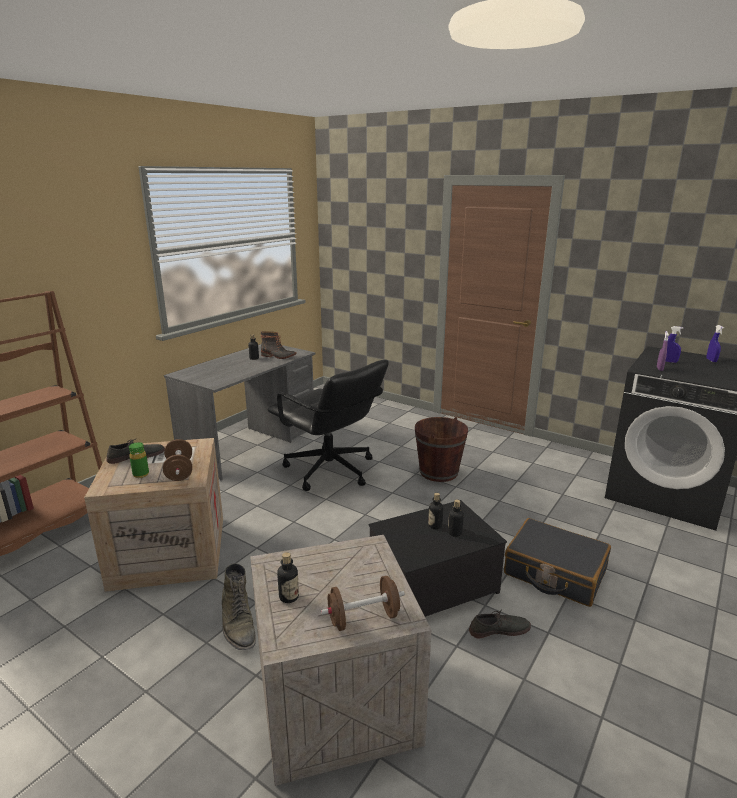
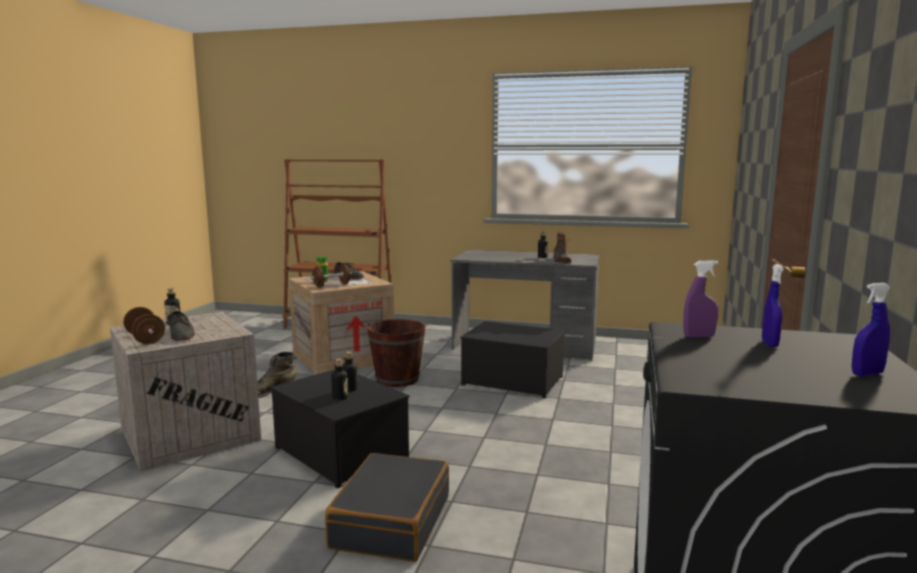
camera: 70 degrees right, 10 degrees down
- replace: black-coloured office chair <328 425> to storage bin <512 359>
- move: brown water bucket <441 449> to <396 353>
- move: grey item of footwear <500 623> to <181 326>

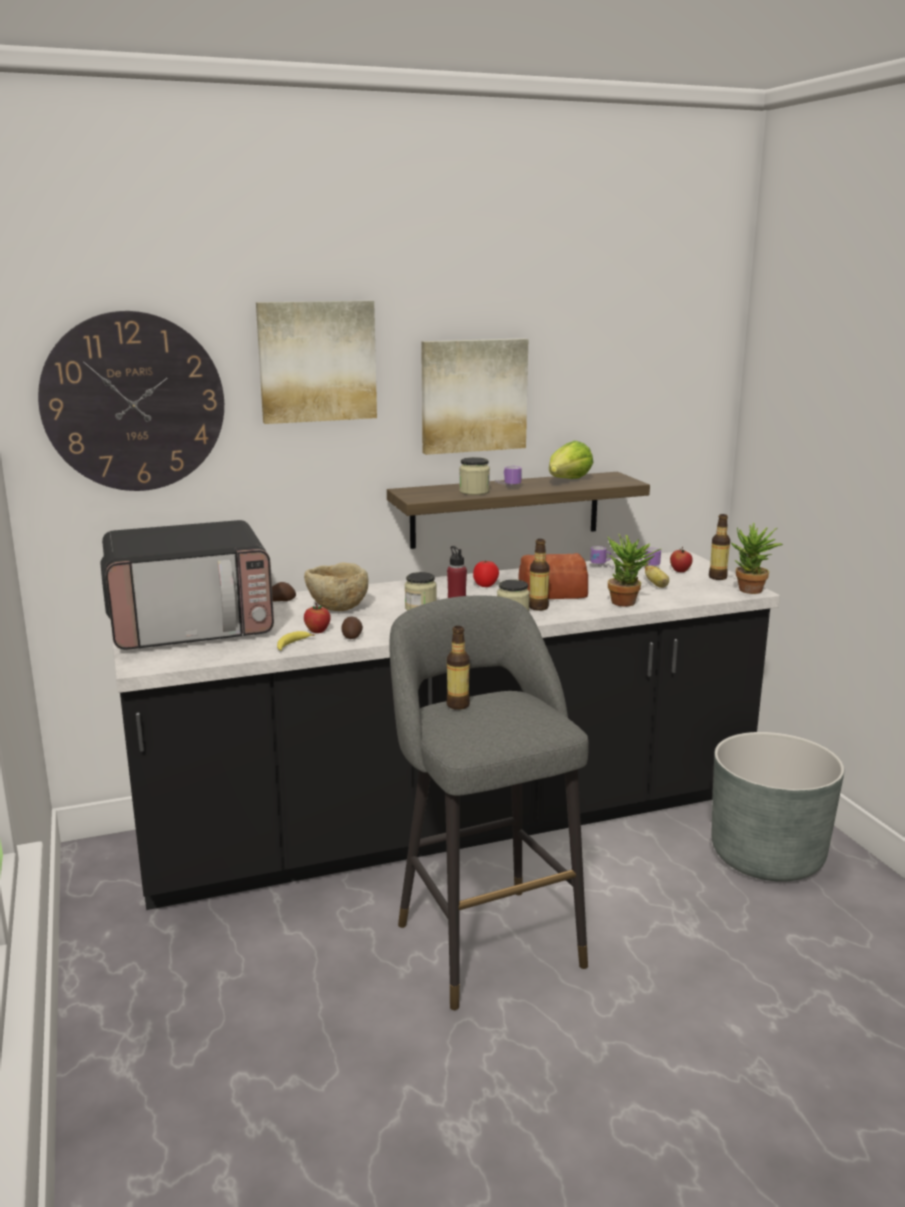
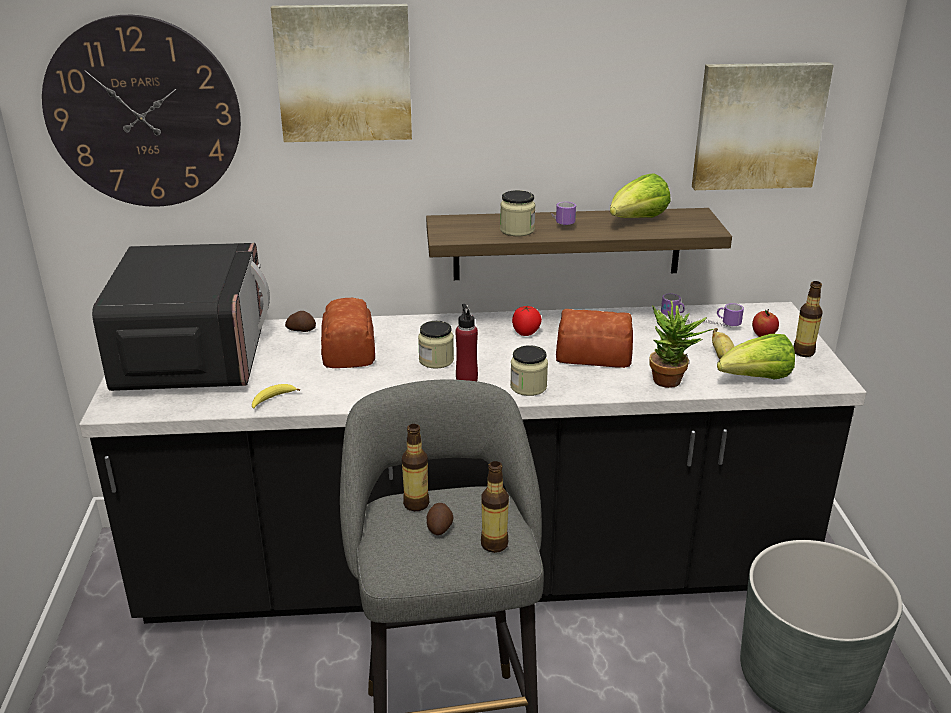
camera: 15 degrees right, 10 degrees up
- move: wall picture <474 396> to <763 126>
- rotate: kitchen microwave <187 585> = <181 317> 90 degrees counterclockwise
- delete: potted plant <757 558>
- move: drink bottle <539 575> to <495 507>
- replace: beige-coloured serving bowl <336 586> to bread <348 333>
- delete: apple <317 618>
- move: spud <352 627> to <440 519>
- insert: lettuce <756 357>

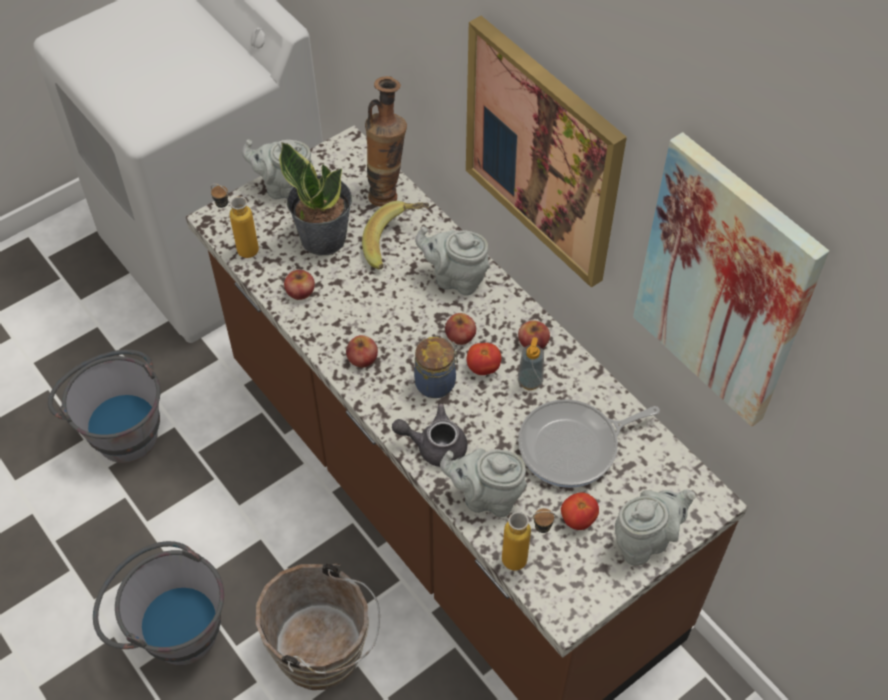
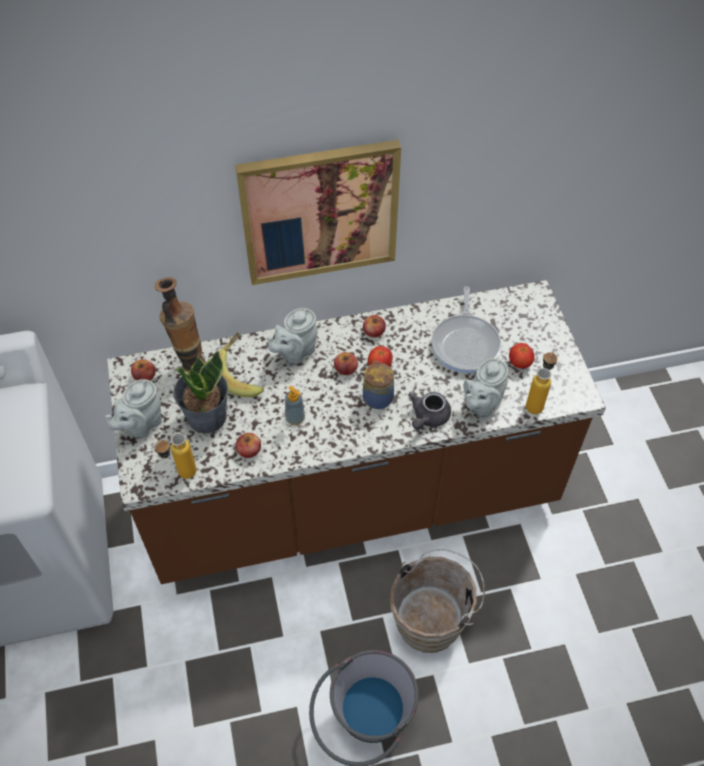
camera: 65 degrees left, 0 degrees up
- delete: wall picture <731 279>
- move: apple <362 351> to <143 370>
- move: liquid soap bottle <531 363> to <295 405>
- delete: grey water bucket <104 406>
- delete: grey teapot <655 528>

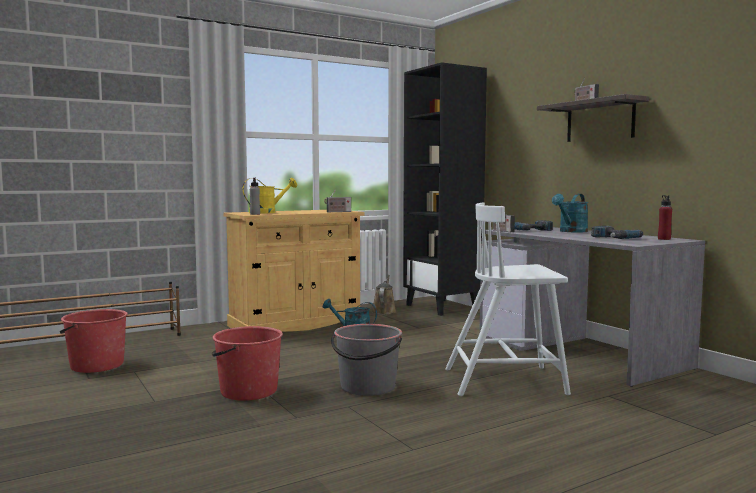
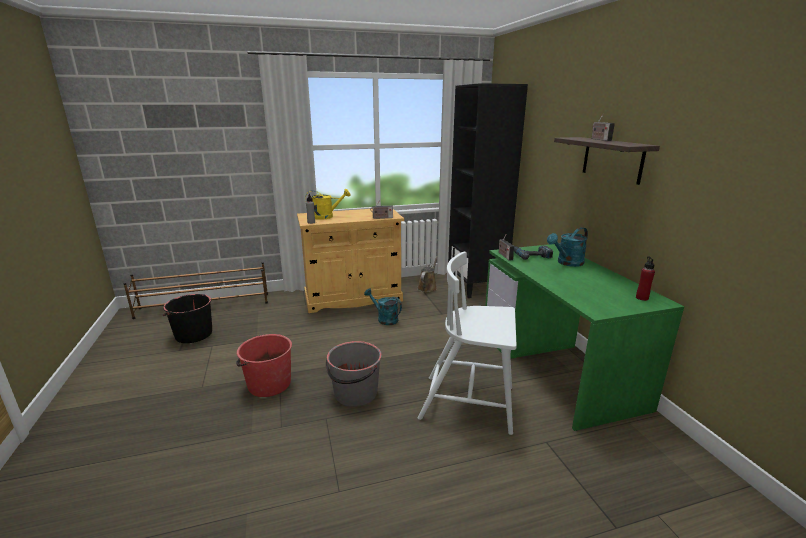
camera: 15 degrees right, 15 degrees up
- delete: drill <617 232>
- recolor: grey desk table <592 307> to greenish desk table <584 337>
- recolor: red-coloured water bucket <94 341> to black-coloured water bucket <187 318>

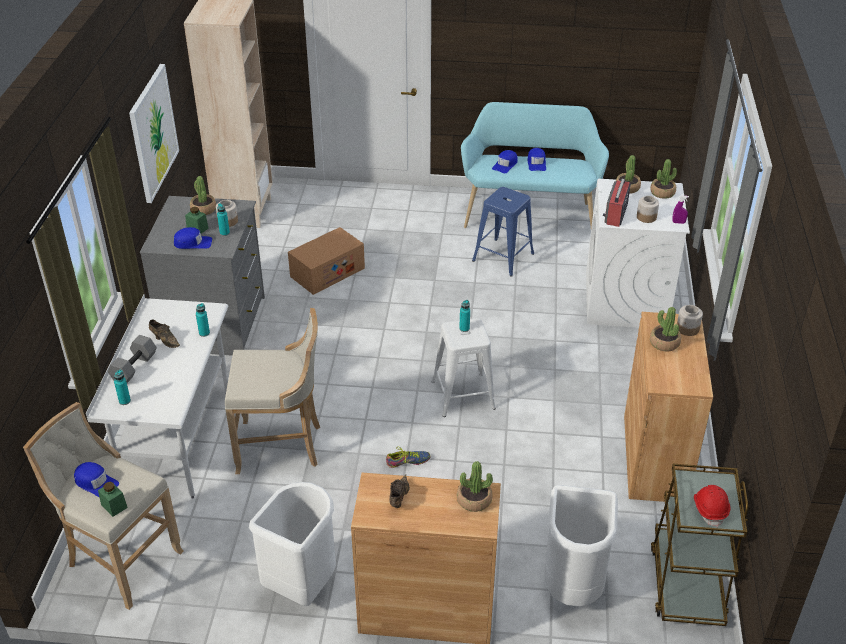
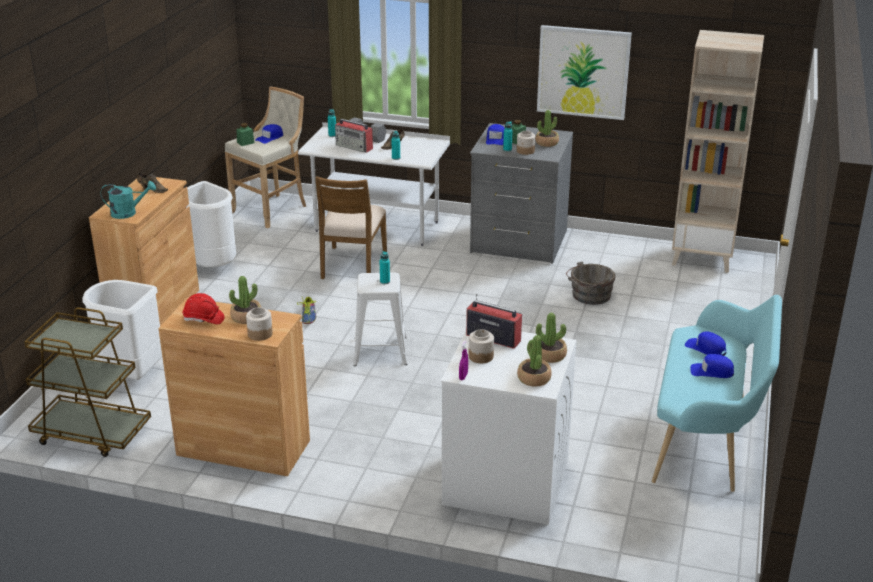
camera: 100 degrees right, 10 degrees down
- delete: bluish sitting stool <503 232>
- replace: carton <326 261> to grey water bucket <591 283>
- replace: beige-coloured sitting stool <272 391> to brown plain chair <351 227>
- replace: potted plant <475 486> to turquoise-coloured watering can <128 200>
- move: red-coloured safety helmet <712 506> to <204 308>
- insert: radio receiver <354 136>

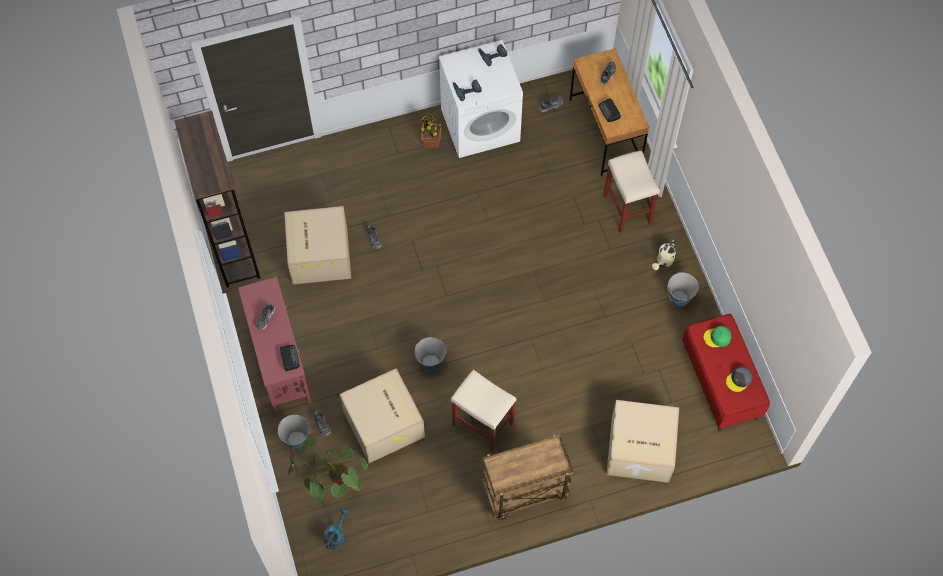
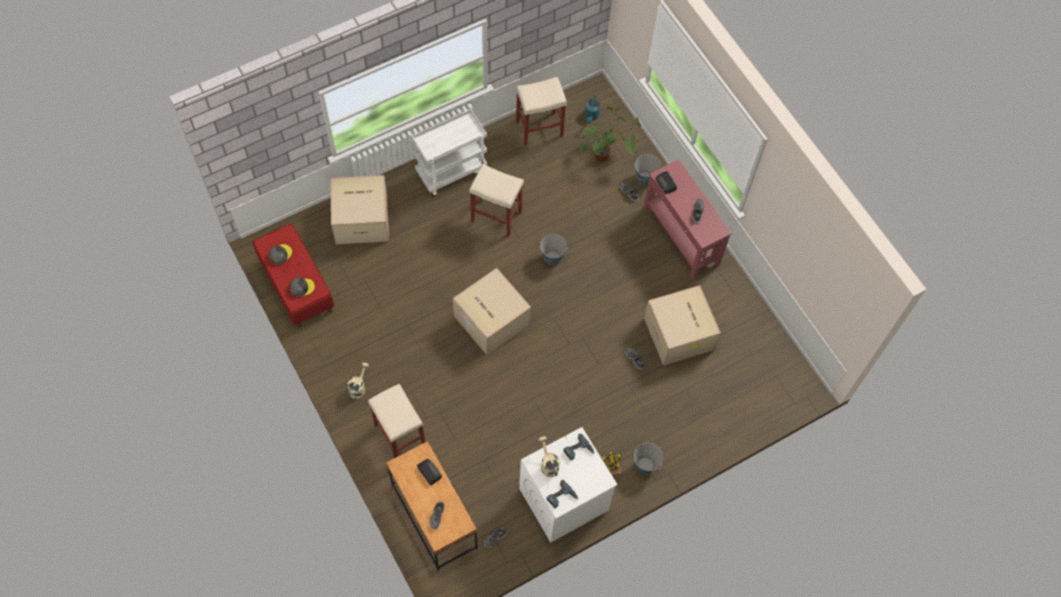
camera: 165 degrees right, 0 degrees up
- delete: brown bookshelf <217 199>
- move: water bucket <682 289> to <649 458>
- recolor: greenish cap <717 337> to grey cap <302 287>
- move: carton <382 415> to <492 311>
- recolor: brown trolley <528 477> to white trolley <449 153>
- insert: beige-coloured sitting stool <541 111>
- insert: beige-coloured watering can <549 456>

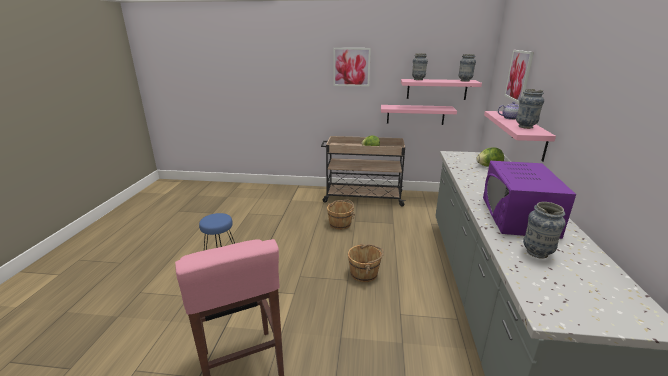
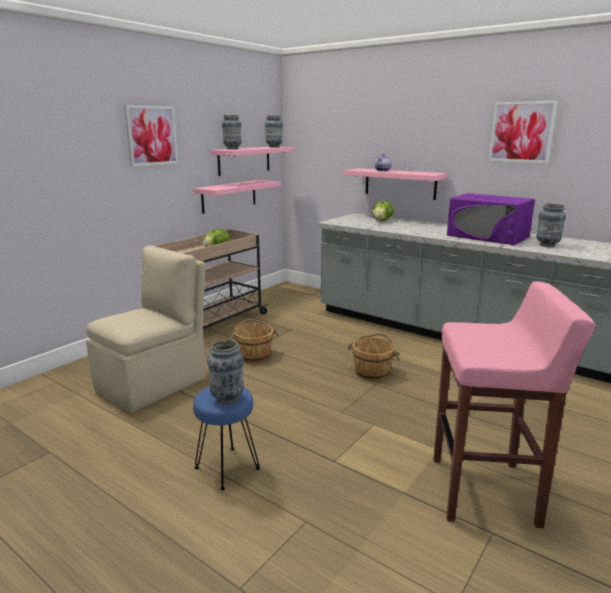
camera: 60 degrees left, 5 degrees down
- move: wall picture <519 76> to <522 132>
- move: vase <530 109> to <225 371>
- insert: beige-coloured plain chair <146 329>

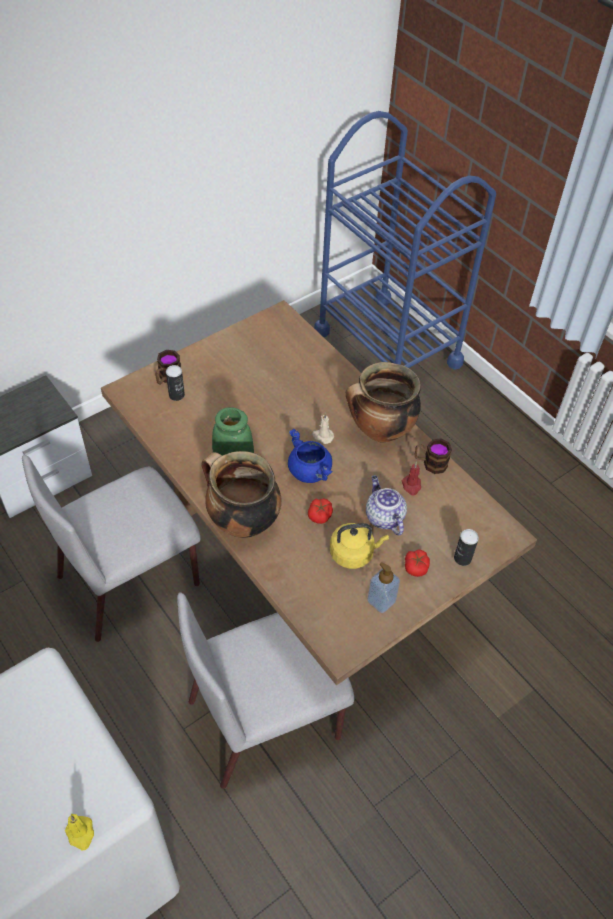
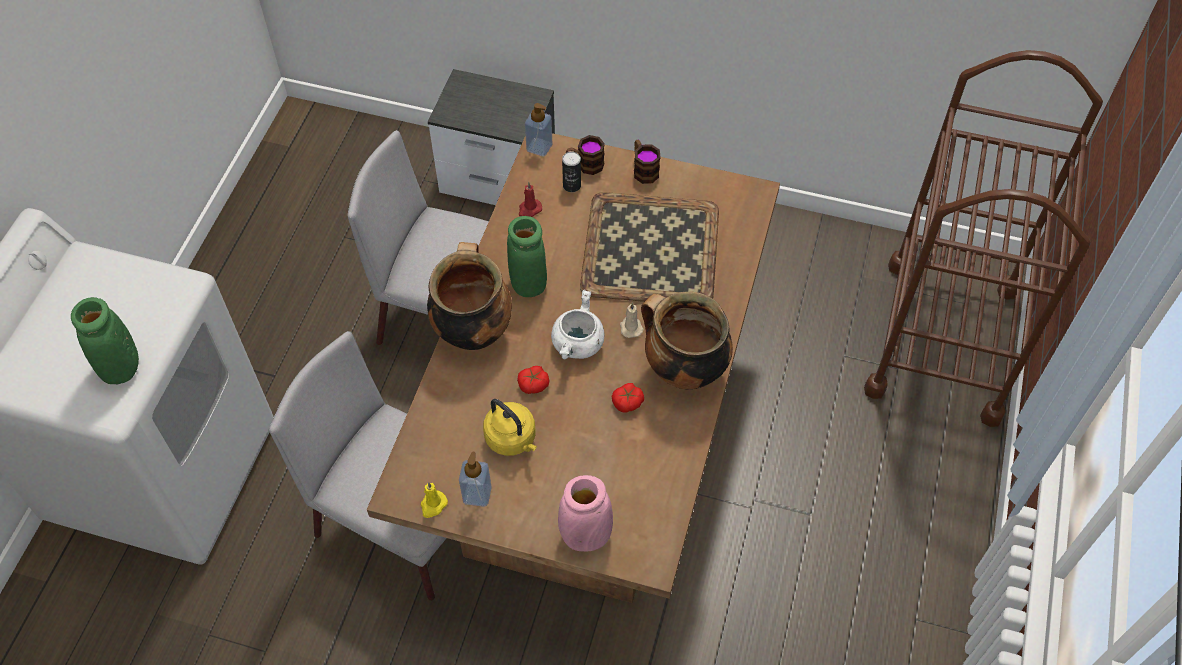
camera: 55 degrees right, 5 degrees up
- recolor: bluish trolley <405 240> to brown trolley <983 238>
- recolor: bluish saucepot <310 456> to white saucepot <577 324>
- move: tea mug <433 456> to <647 162>
- move: red-coloured wax candle <411 479> to <530 199>
- delete: teapot <386 505>
- replace: metal can <466 547> to pinkish vase <585 513>
- move: tomato <417 563> to <628 398>
- move: yellow wax candle <79 832> to <434 500>
- insert: liquid soap bottle <538 130>
- insert: carrying tray <649 247>
- insert: greenish vase <105 340>

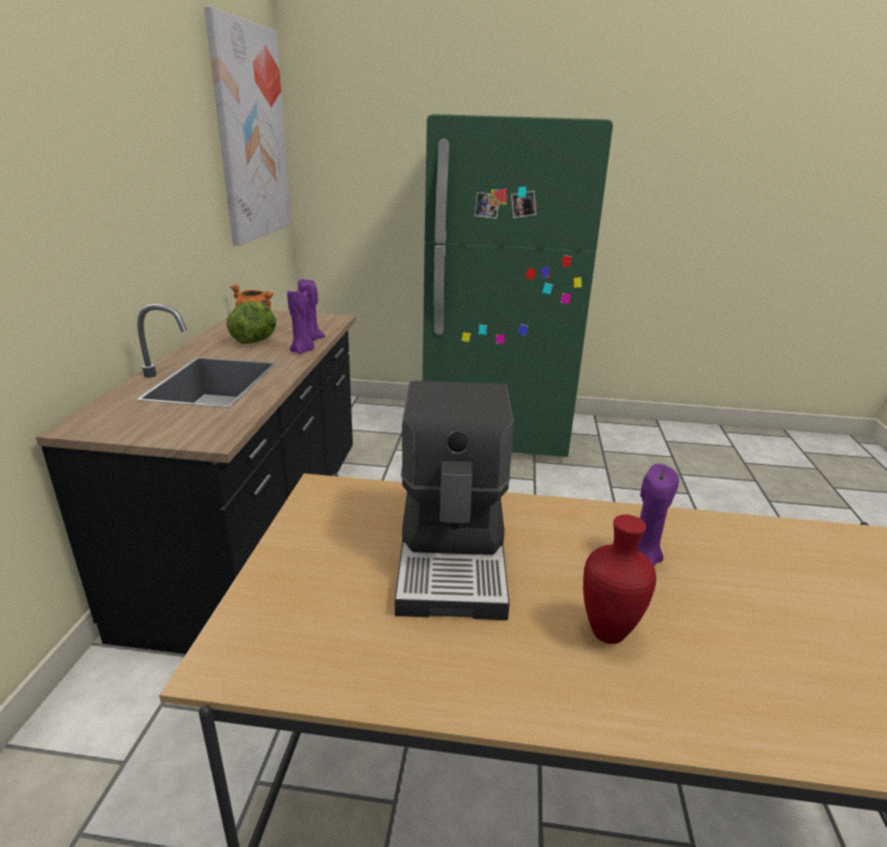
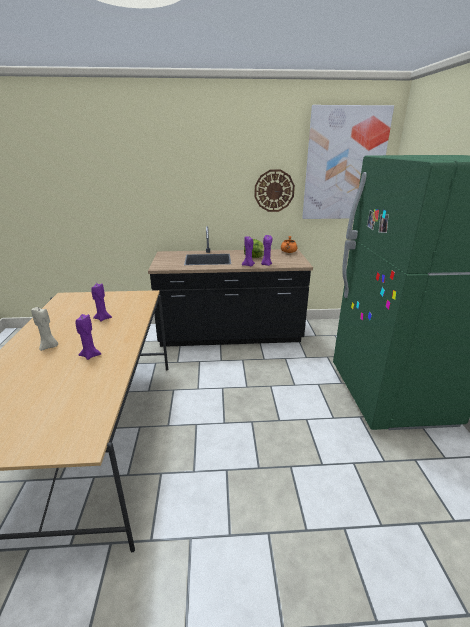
camera: 80 degrees right, 0 degrees up
- replace: coffee machine <454 500> to purplish wax candle <101 302>
- replace: red-coloured vase <619 579> to beige-coloured wax candle <44 329>
- insert: wall clock <274 191>

